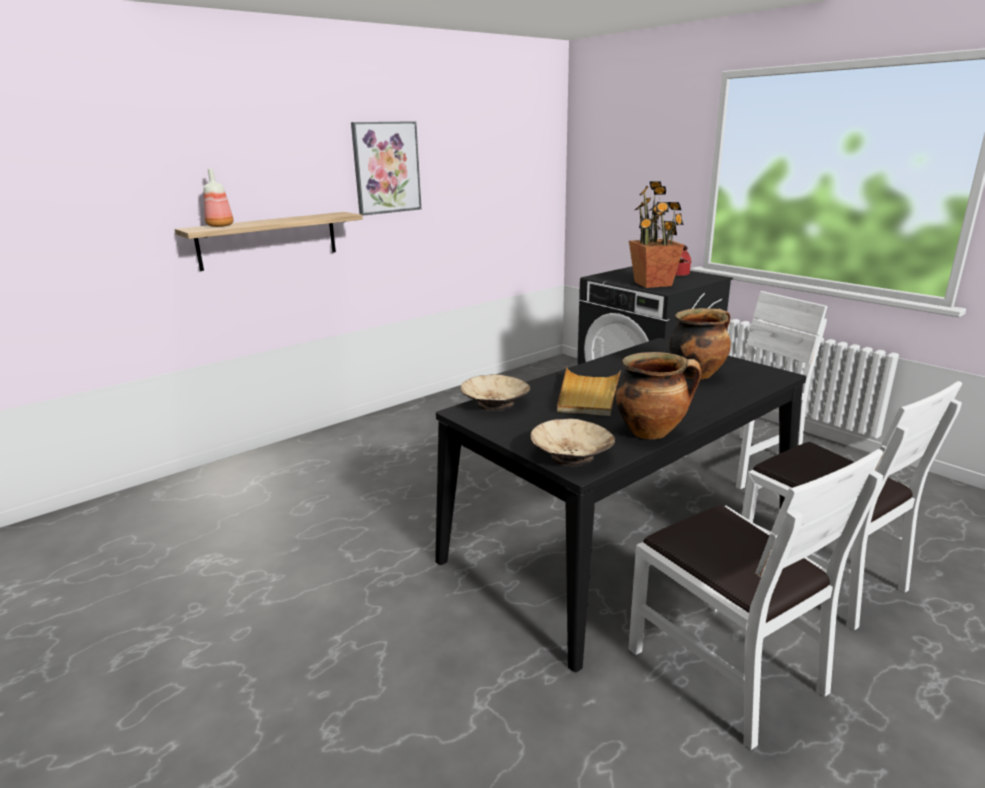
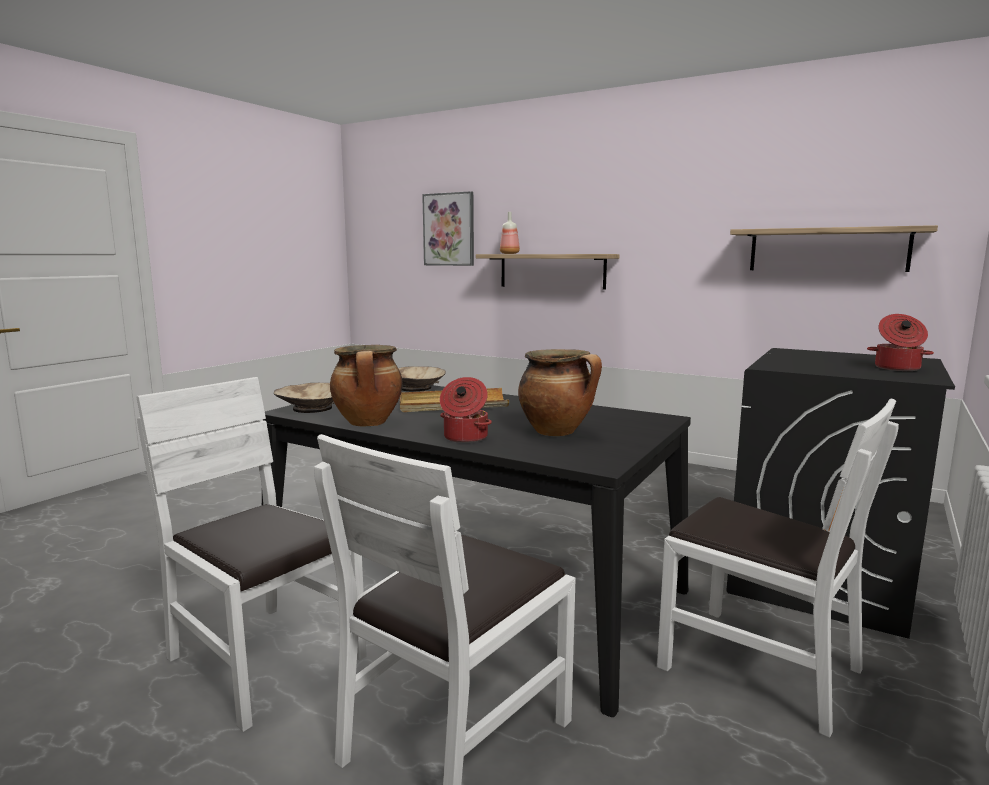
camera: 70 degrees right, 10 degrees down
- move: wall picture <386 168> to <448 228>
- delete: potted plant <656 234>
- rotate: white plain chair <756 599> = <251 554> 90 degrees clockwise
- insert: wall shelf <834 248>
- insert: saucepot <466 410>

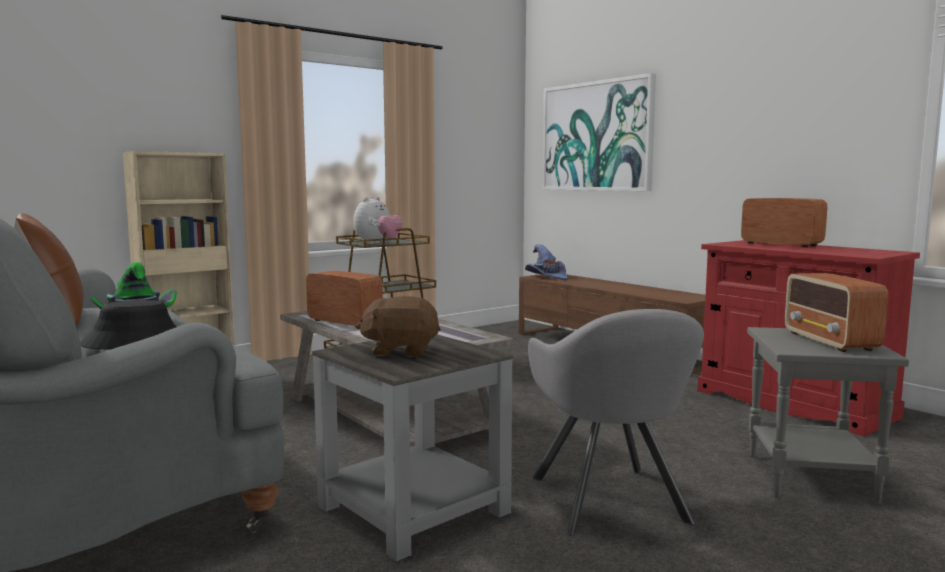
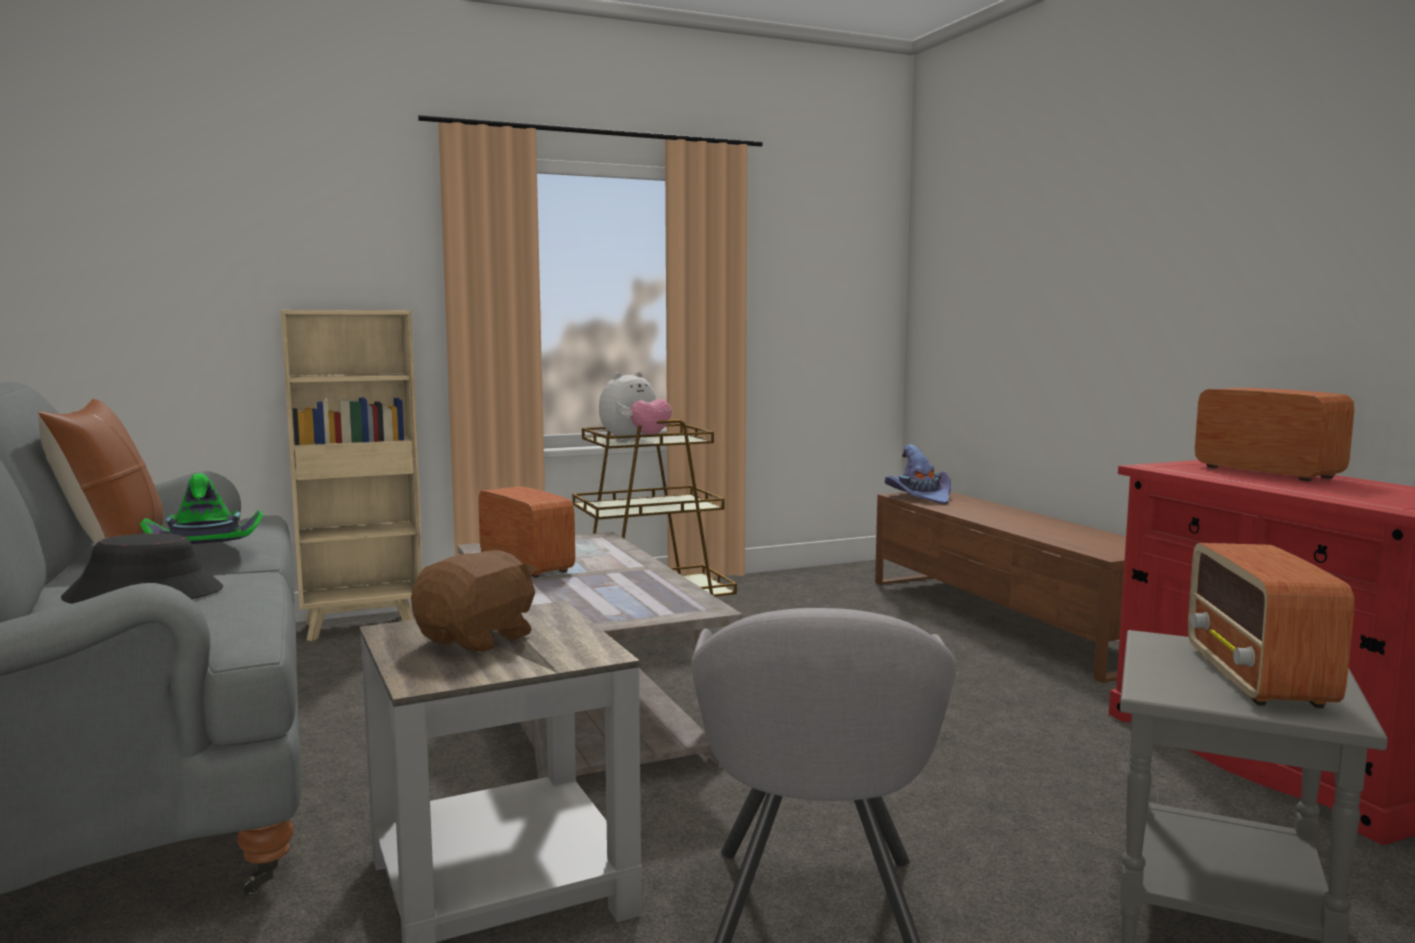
camera: 15 degrees right, 0 degrees up
- delete: wall picture <599 132>
- rotate: brown cuddly toy <398 326> = <474 601> 105 degrees clockwise

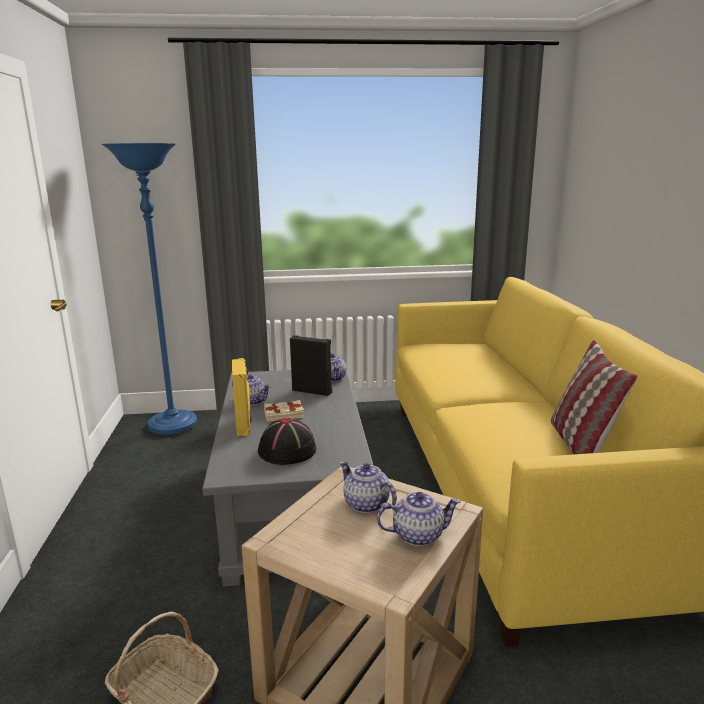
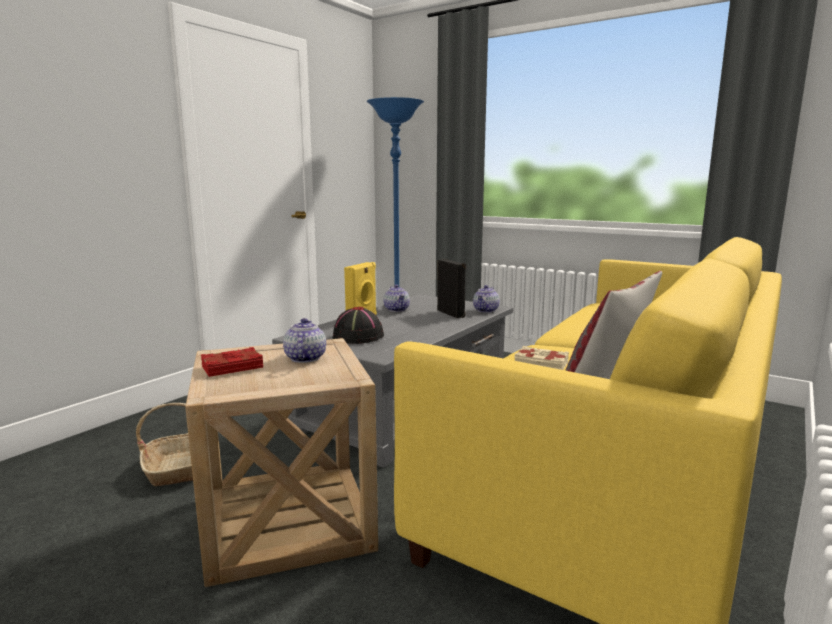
camera: 40 degrees right, 5 degrees down
- move: beige-coloured volume <284 411> to <541 358>
- delete: teapot <419 519>
- insert: red-coloured volume <232 362>

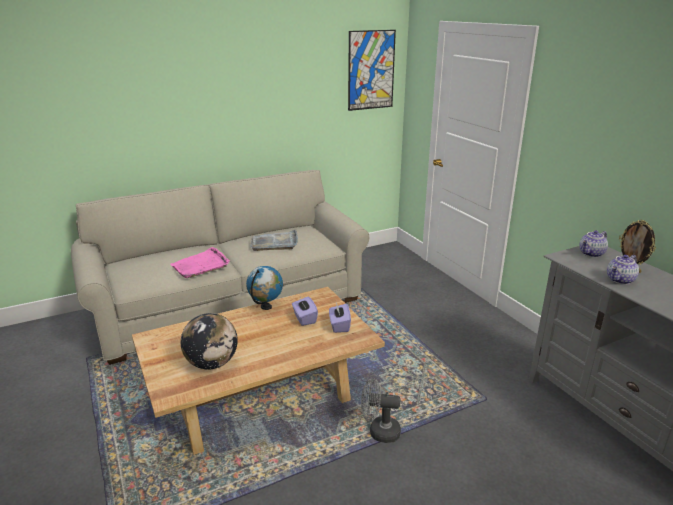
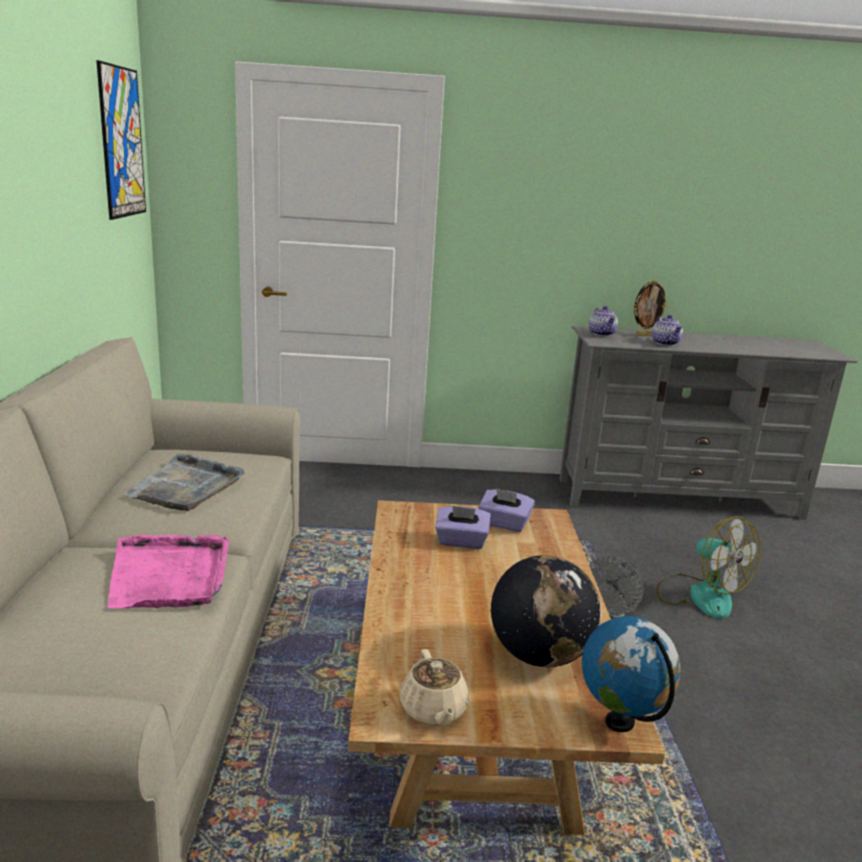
camera: 65 degrees left, 5 degrees down
- move: desk globe <264 288> to <631 674>
- insert: fan <708 567>
- insert: beige-coloured teapot <434 687>

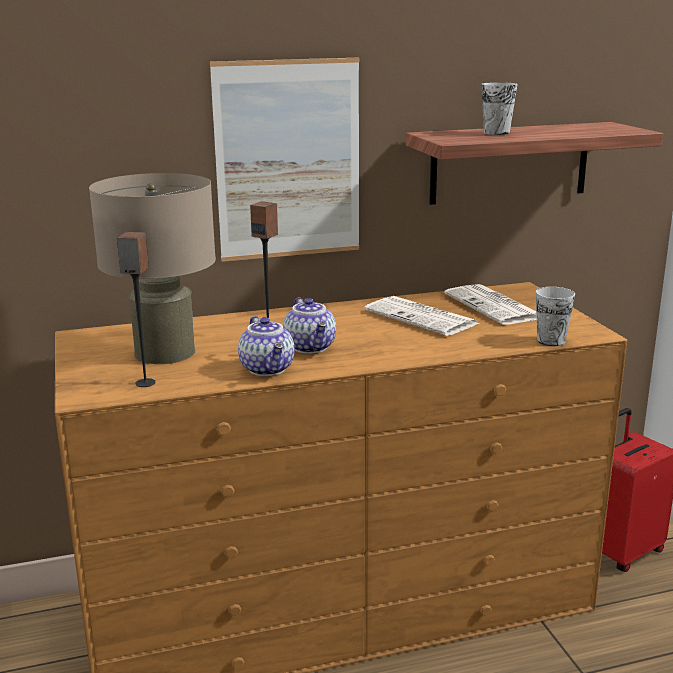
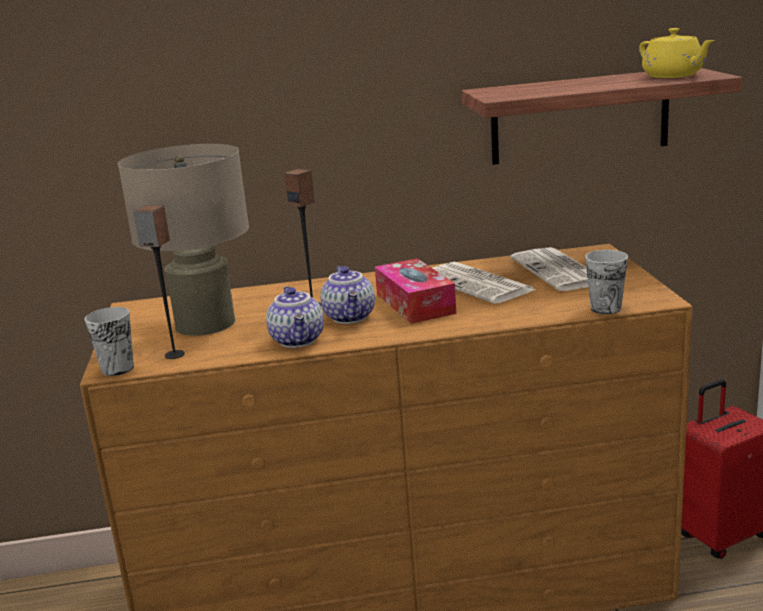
camera: 10 degrees right, 0 degrees up
- delete: wall picture <285 160>
- move: cup <500 108> to <109 341>
- insert: yellow teapot <677 53>
- insert: tissue box <415 291>

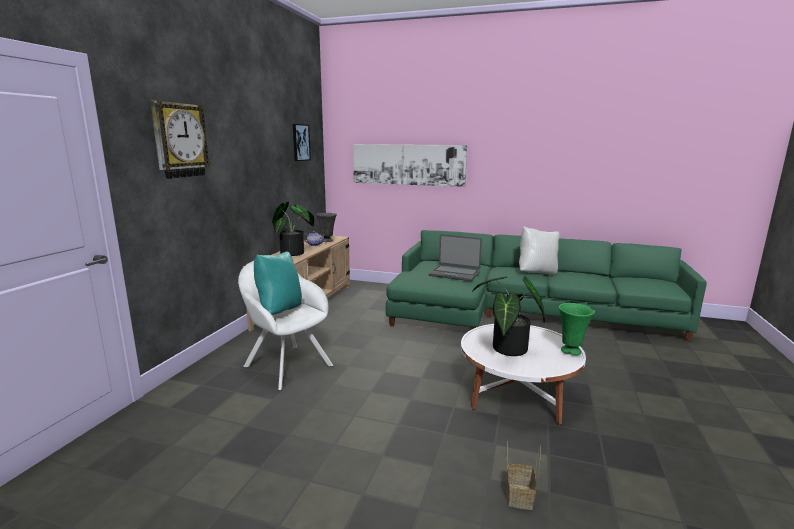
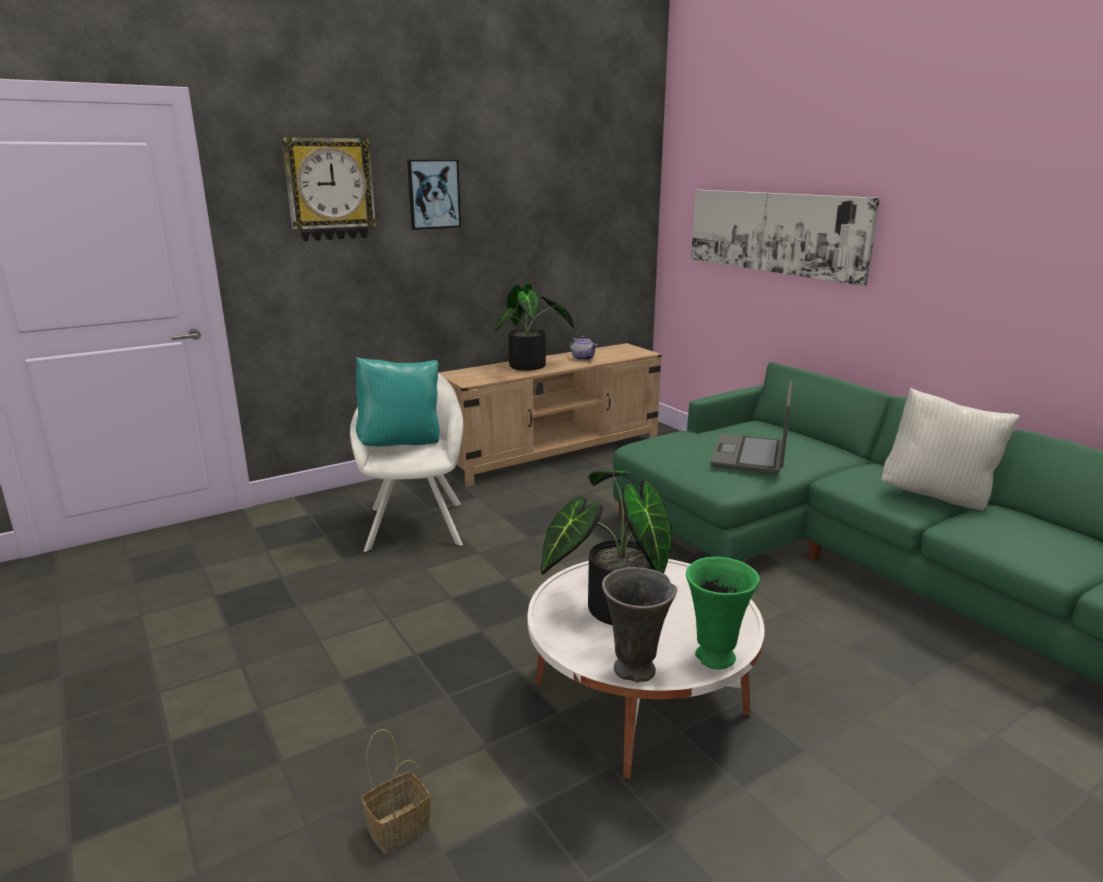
camera: 40 degrees right, 5 degrees up
- move: wall picture <302 142> to <434 194>
- move: grey vase <326 227> to <639 624>
- rotate: notebook computer <455 257> = <752 427> 45 degrees clockwise

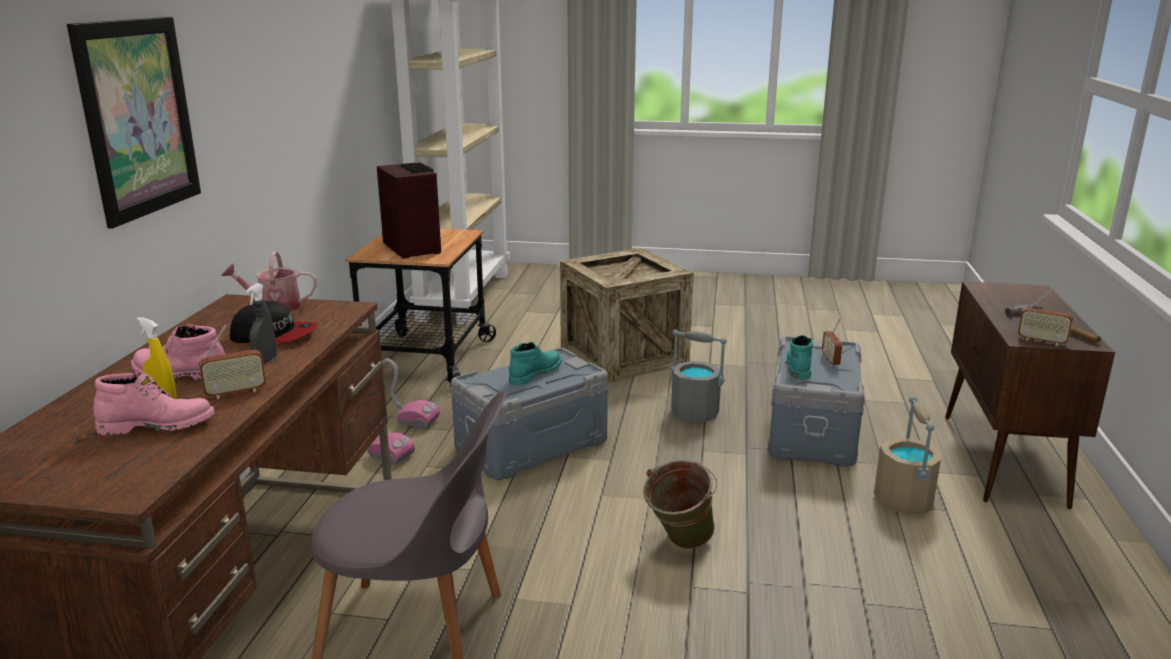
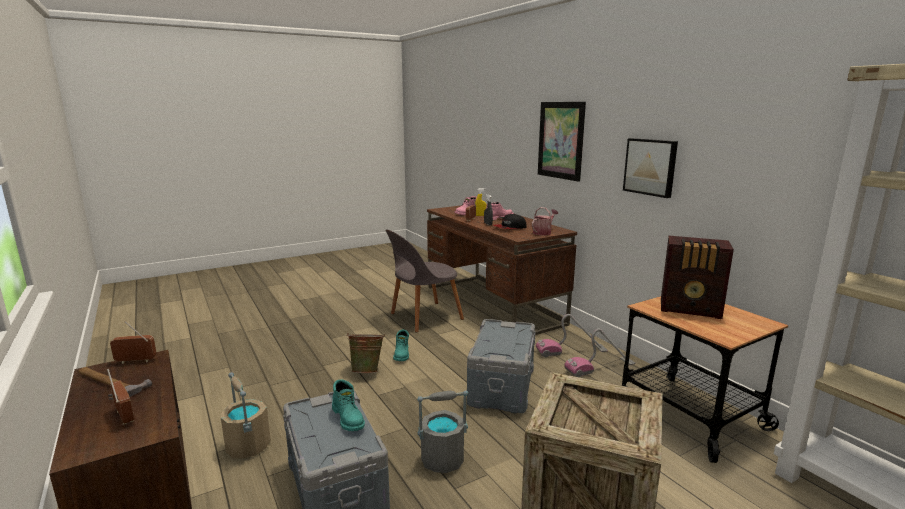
camera: 140 degrees right, 5 degrees down
- move: radio receiver <832 342> to <120 397>
- move: turquoise-coloured boot <535 363> to <401 345>
- insert: wall picture <650 168>

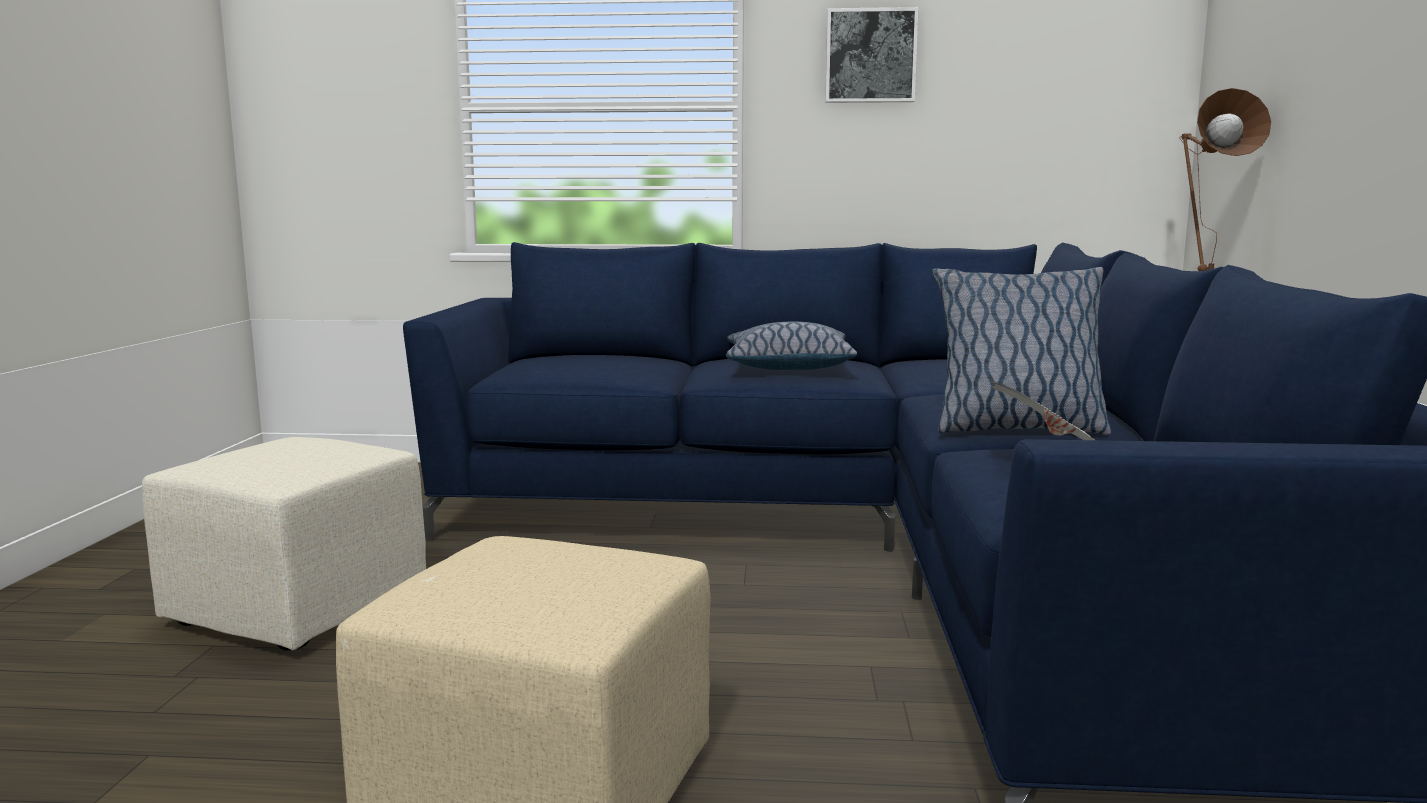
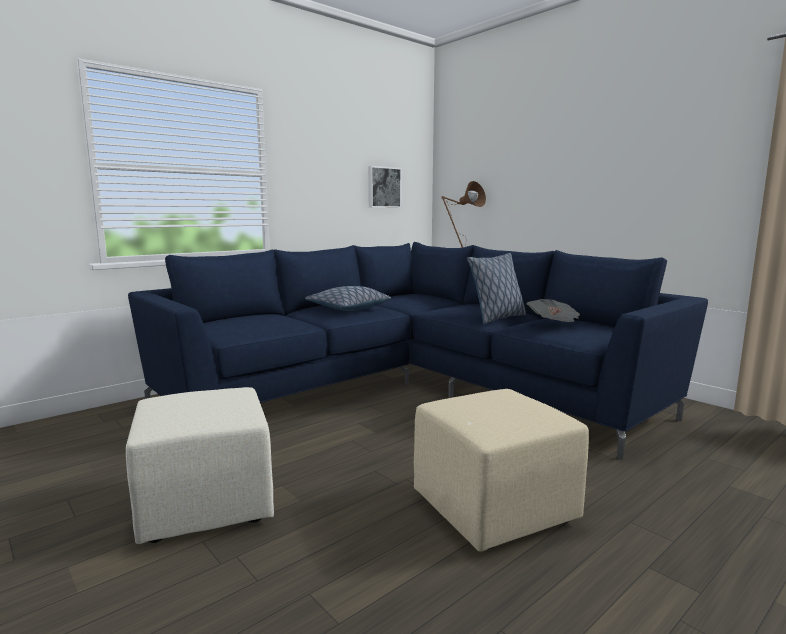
camera: 45 degrees left, 0 degrees up
- move: wall picture <872 55> to <385 187>

